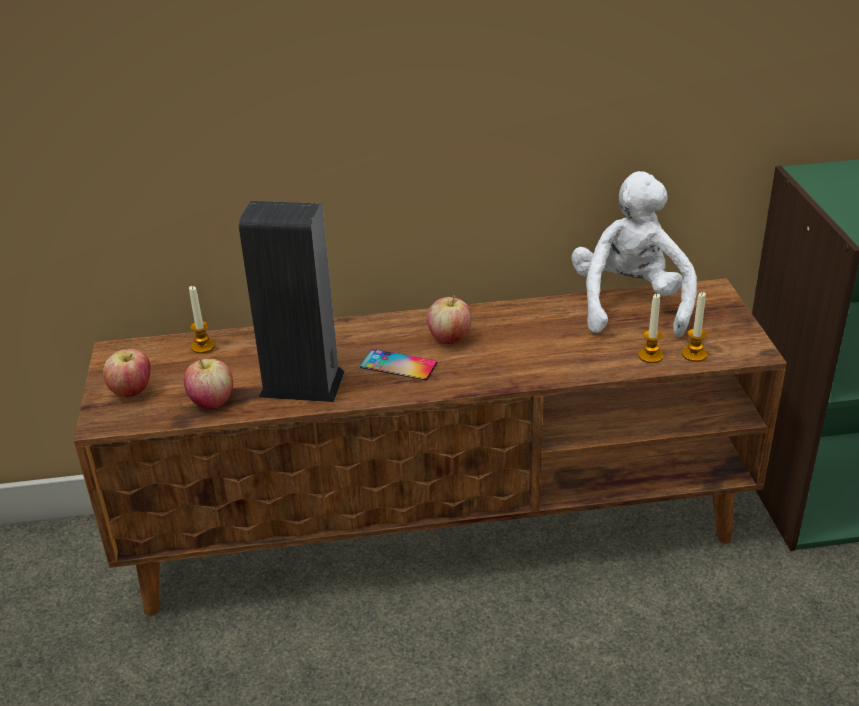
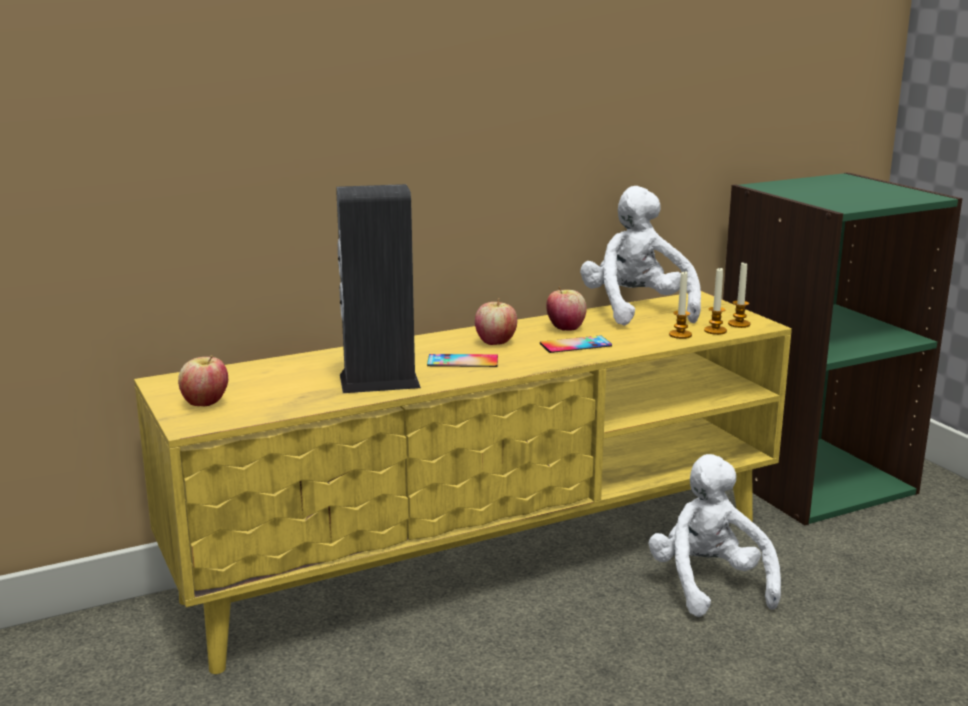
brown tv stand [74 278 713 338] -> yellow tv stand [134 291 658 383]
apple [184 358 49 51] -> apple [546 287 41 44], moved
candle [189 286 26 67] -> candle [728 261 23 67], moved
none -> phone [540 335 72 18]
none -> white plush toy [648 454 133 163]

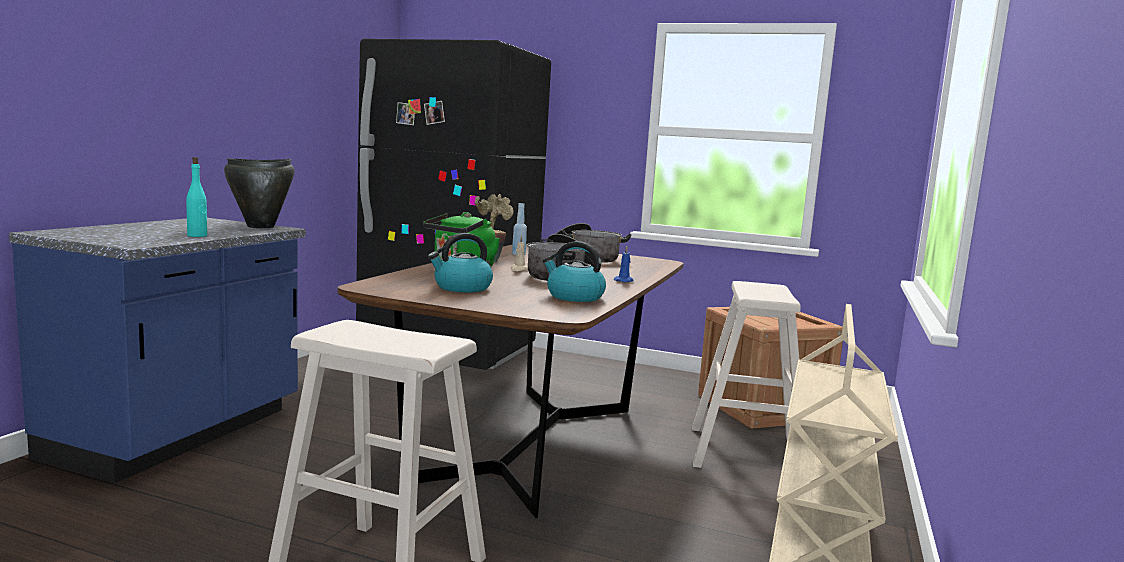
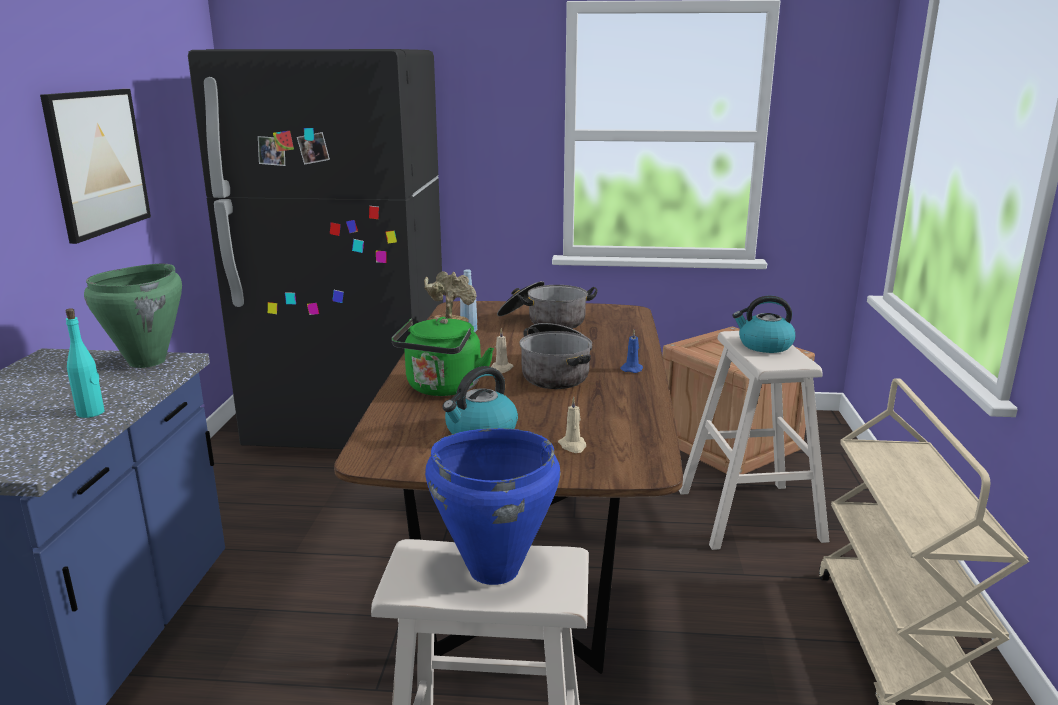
black cooking pot [224 158 70 70] -> green cooking pot [84 264 98 104]
kettle [543 241 63 61] -> kettle [732 296 64 57], moved
none -> picture [40 89 111 155]
none -> blue cooking pot [425 428 135 157]
none -> beige candle [558 397 28 56]

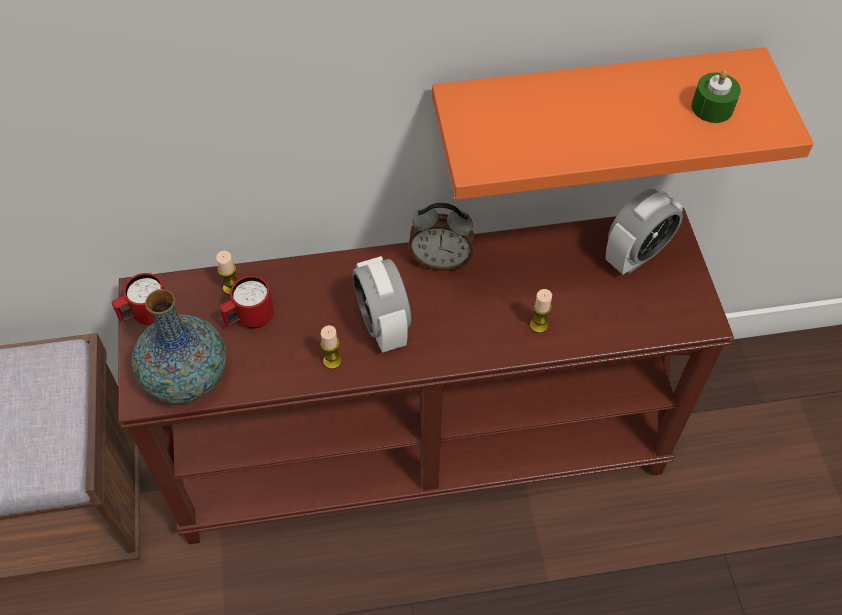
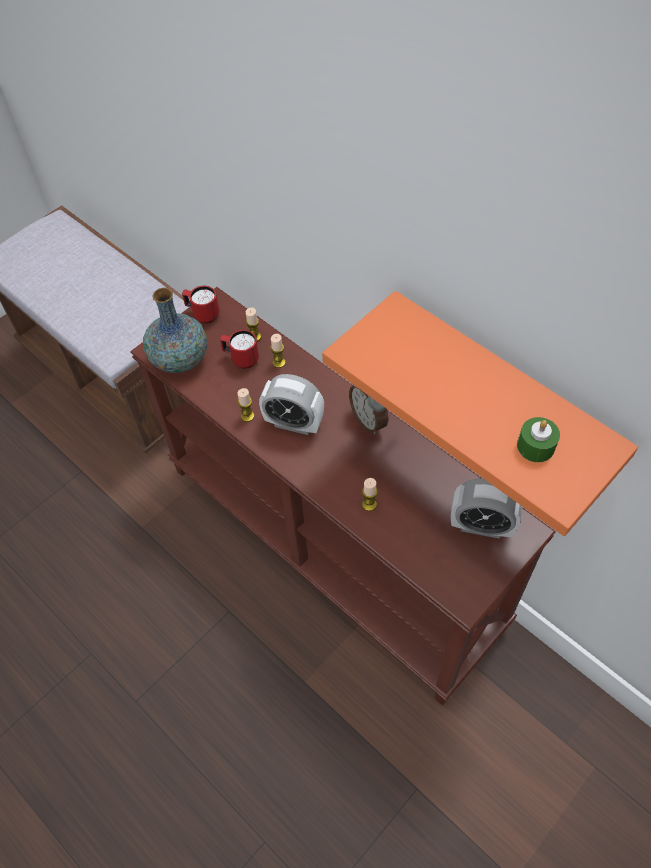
alarm clock [352 256 59 97] -> alarm clock [259 374 65 61], 105 degrees counterclockwise
none -> candle [270 334 16 34]

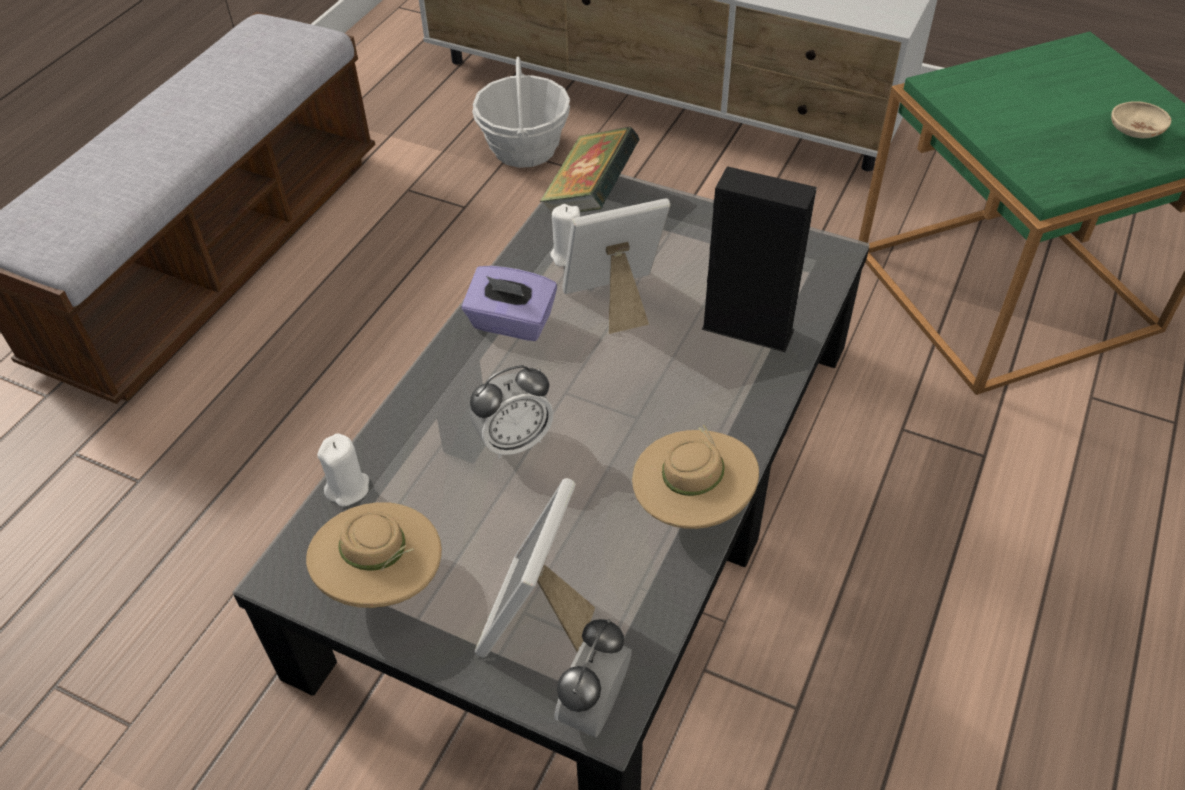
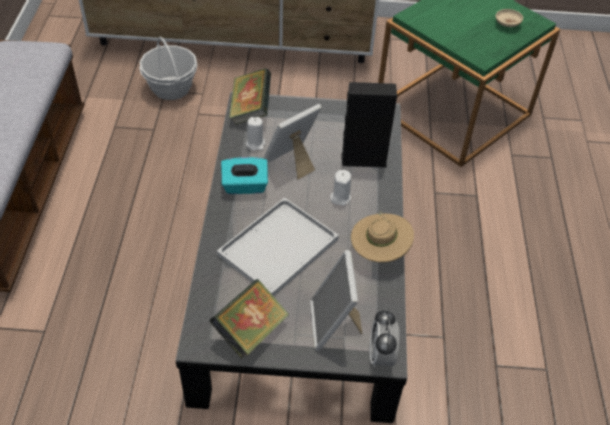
beige hat [306 502 136 106] -> book [209 279 80 80]
white candle [317 433 52 74] -> white candle [330 170 21 36], moved
purple tissue box [462 266 95 75] -> turquoise tissue box [221 157 47 37]
alarm clock [470 365 83 94] -> white tray [217 197 122 99]

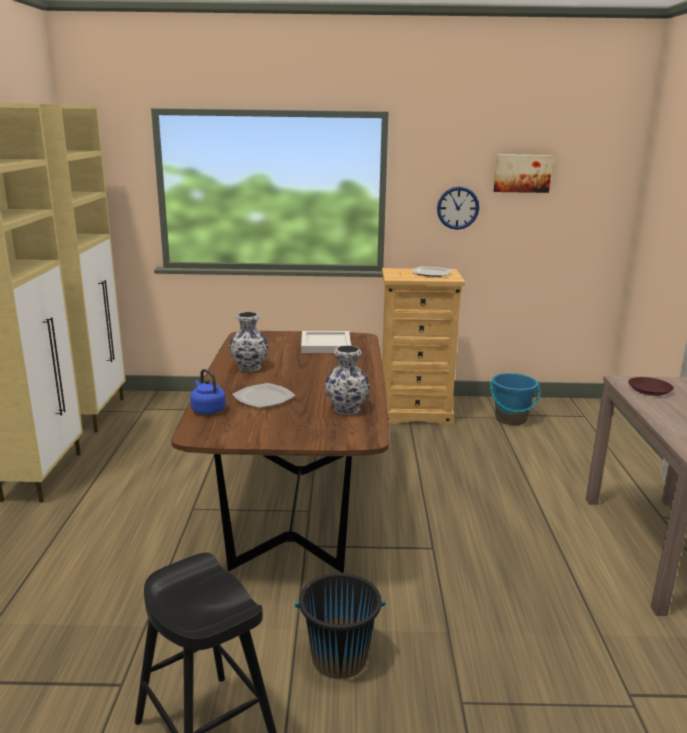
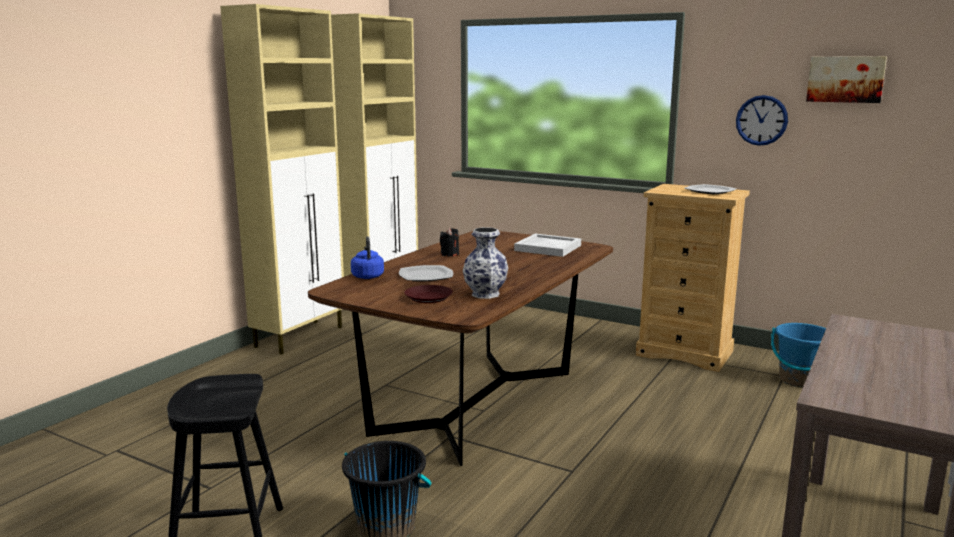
vase [229 312 40 60] -> black candle [440 228 19 28]
brown plate [628 377 46 19] -> brown plate [404 285 49 18], moved

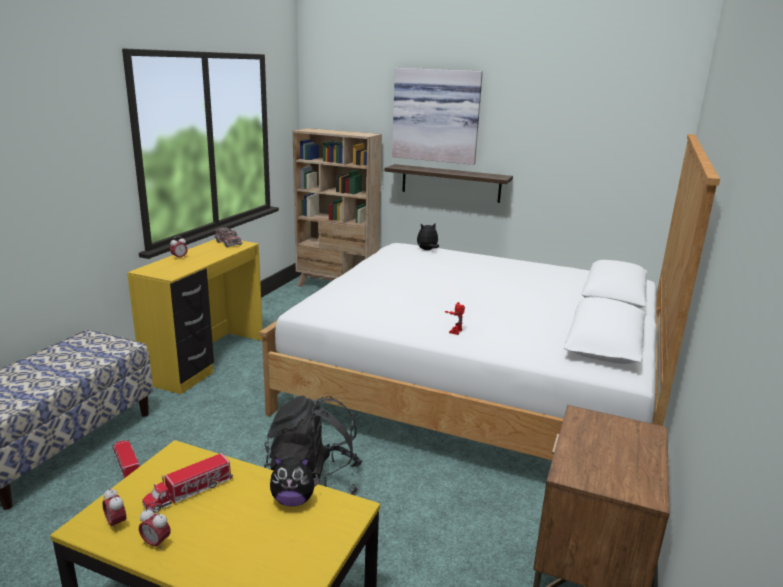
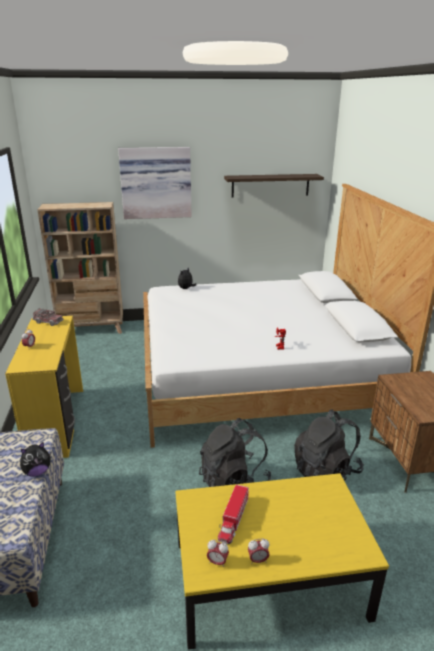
toy truck [112 439 28 39] -> none
plush toy [270 456 50 51] -> plush toy [20 442 31 34], moved
shelf [385 164 128 39] -> shelf [224 174 100 23], moved
none -> black backpack [294 409 70 72]

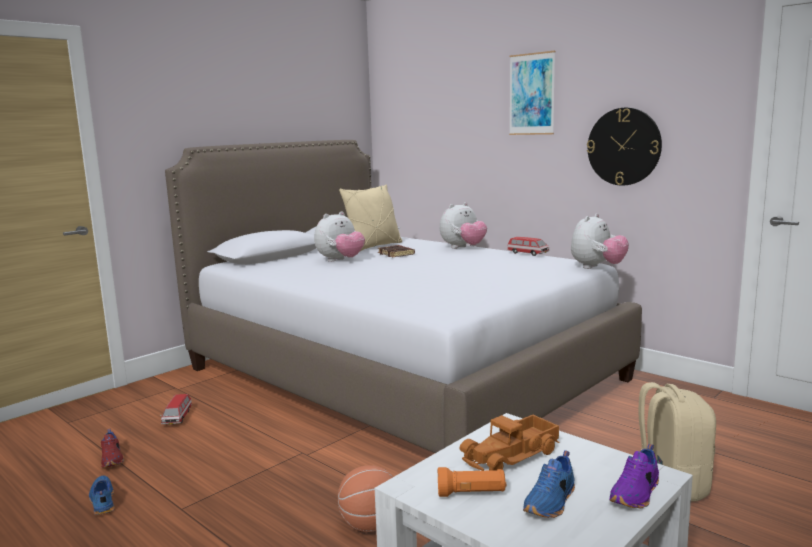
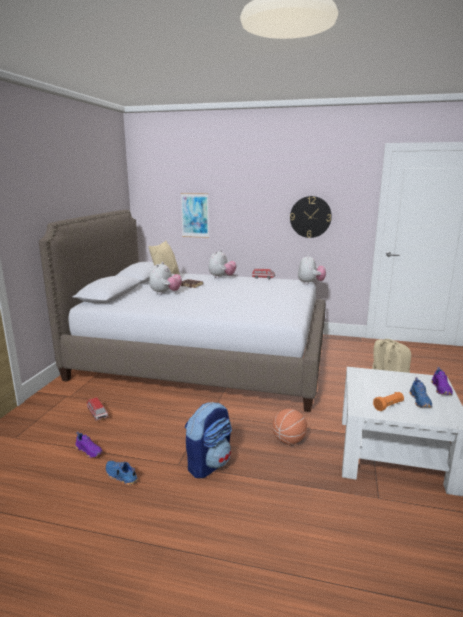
red shoe [101 429 23 39] -> purple shoe [75 432 28 26]
toy truck [460 415 100 56] -> none
picture [509 51 46 84] -> picture [181 193 28 45], moved
none -> backpack [185 402 47 76]

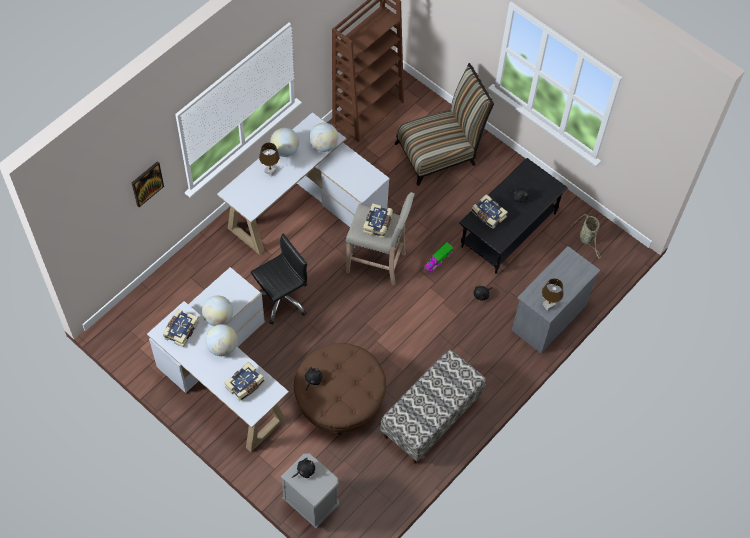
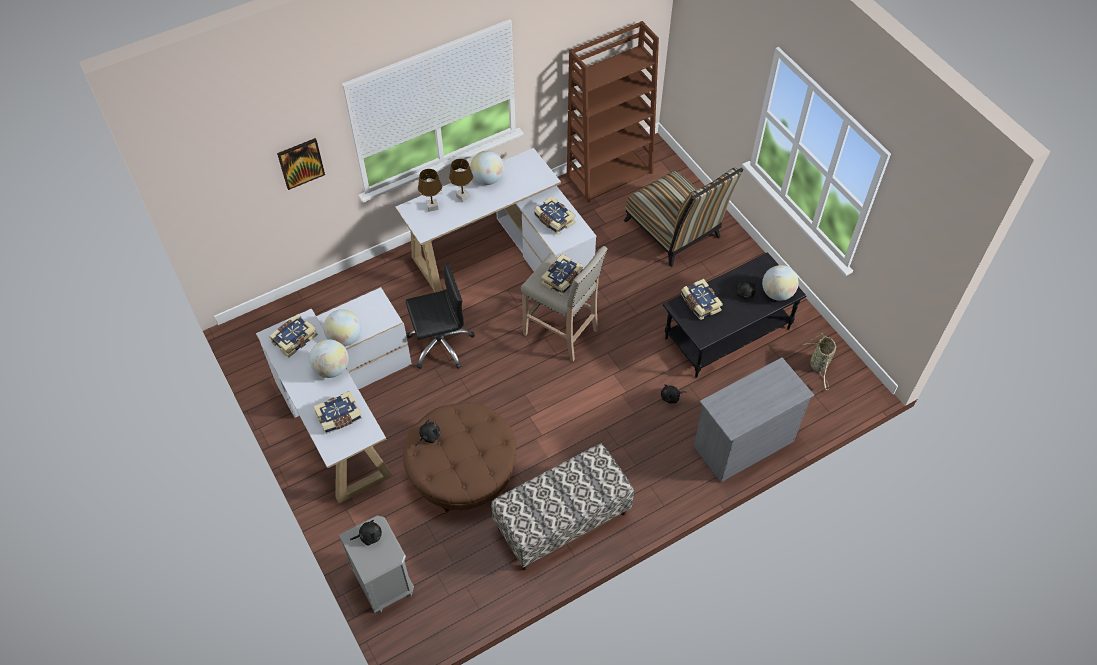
globe [309 123 29 29] -> globe [762 265 37 36], moved
chair [394 63 100 123] -> chair [624 168 119 99], 60 degrees clockwise
toy truck [424 242 29 31] -> none
brown table lamp [542 278 22 33] -> brown table lamp [418 169 24 43], moved
none -> book [534 196 41 39]

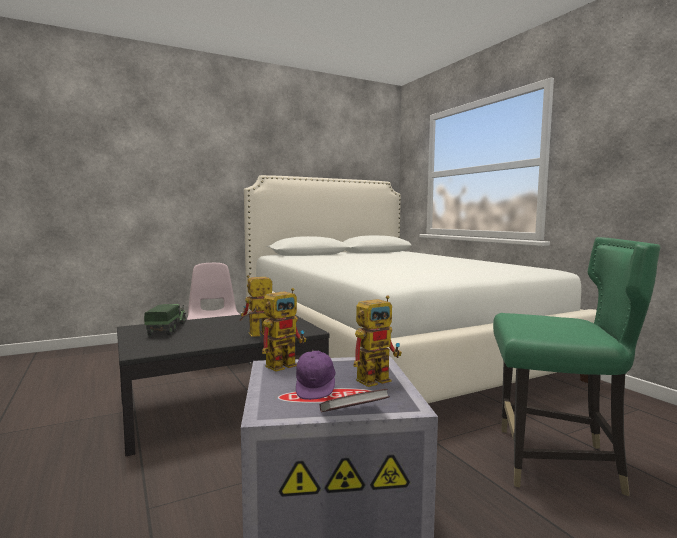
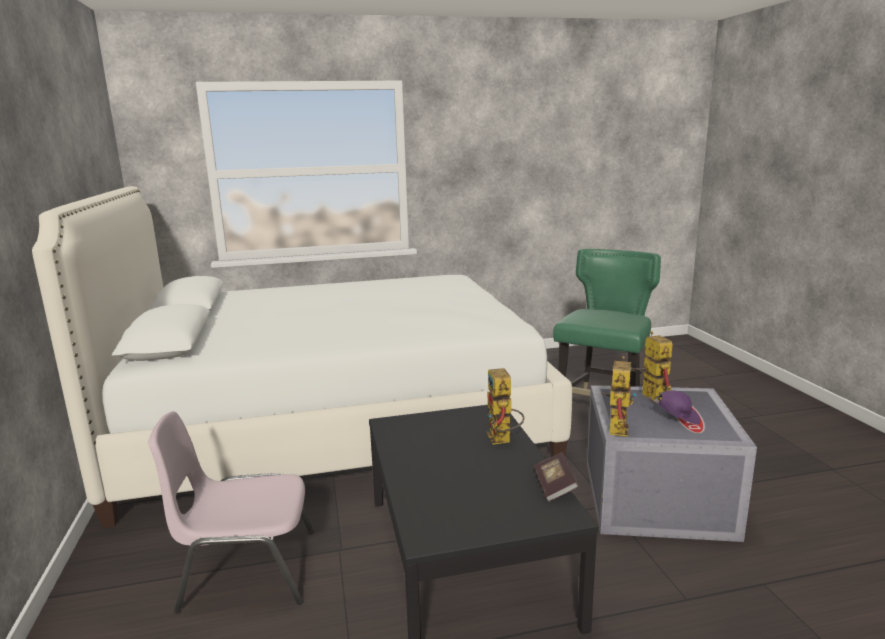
toy truck [144 304 42 32] -> none
toy robot [262 288 44 83] -> toy robot [601 356 35 81], 45 degrees clockwise
book [319 389 71 23] -> book [534 452 45 50], moved

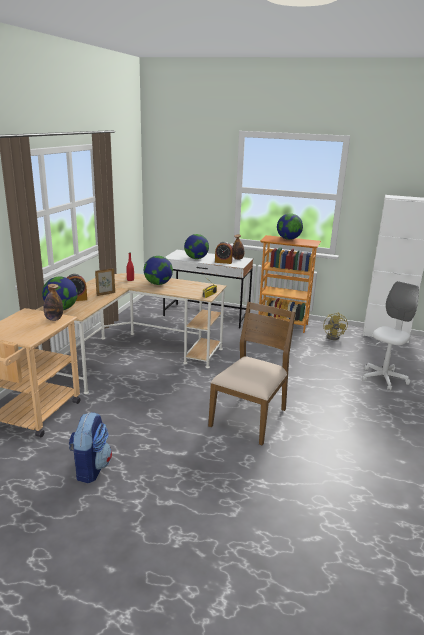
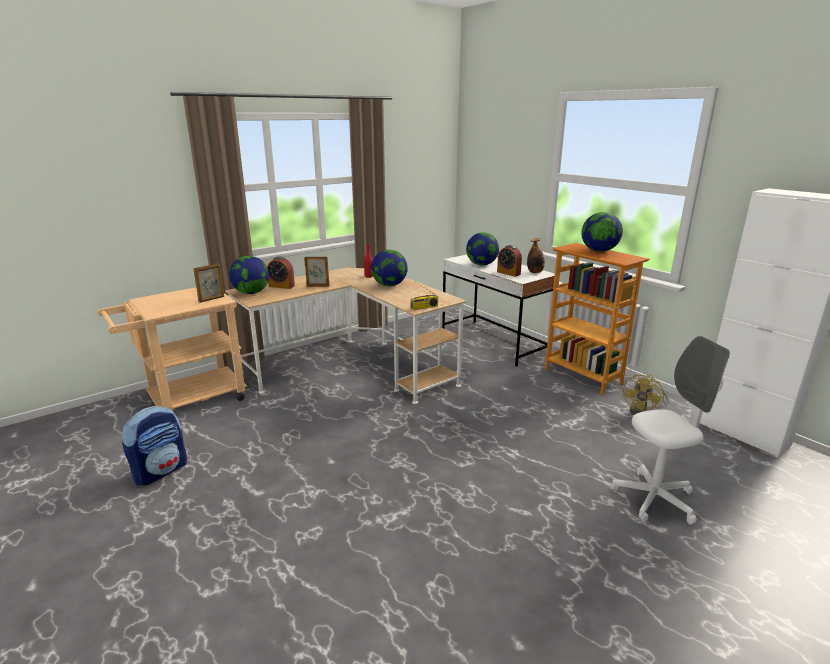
bottle [43 284 20 37] -> picture frame [193 264 31 39]
brown chair [208 302 88 143] -> none

